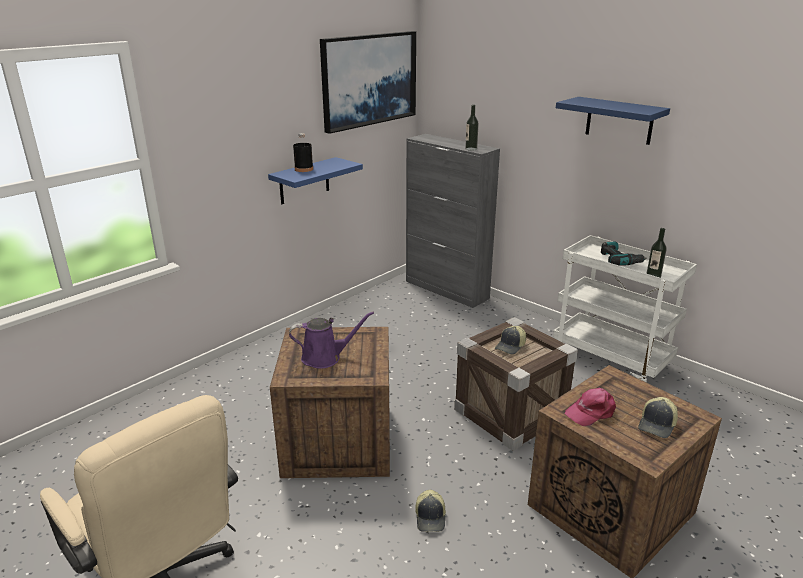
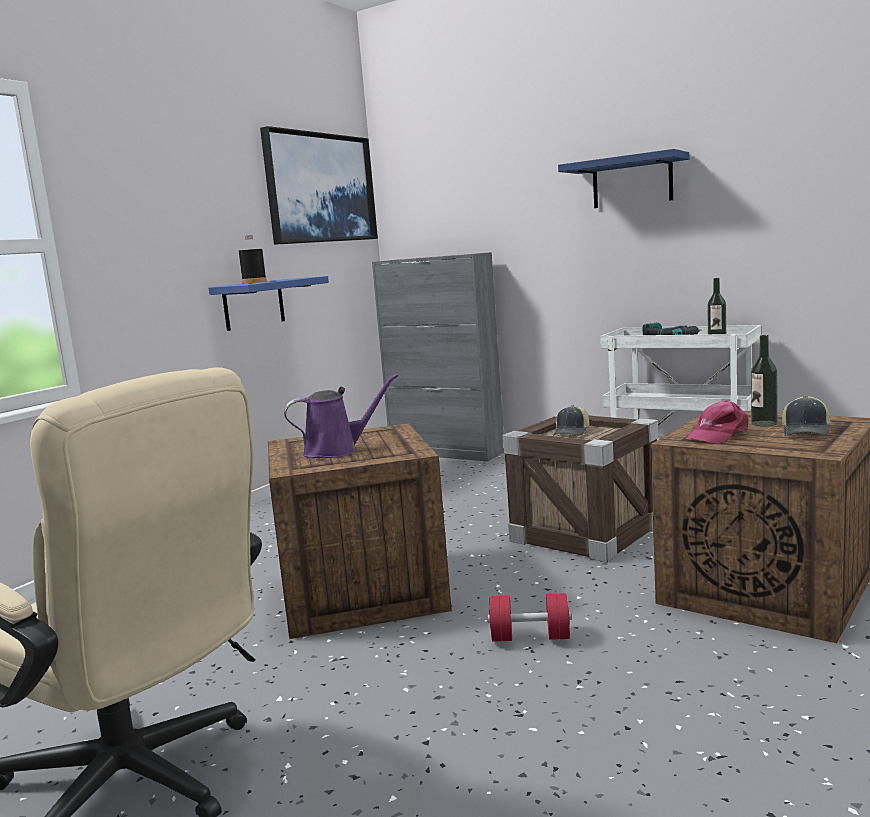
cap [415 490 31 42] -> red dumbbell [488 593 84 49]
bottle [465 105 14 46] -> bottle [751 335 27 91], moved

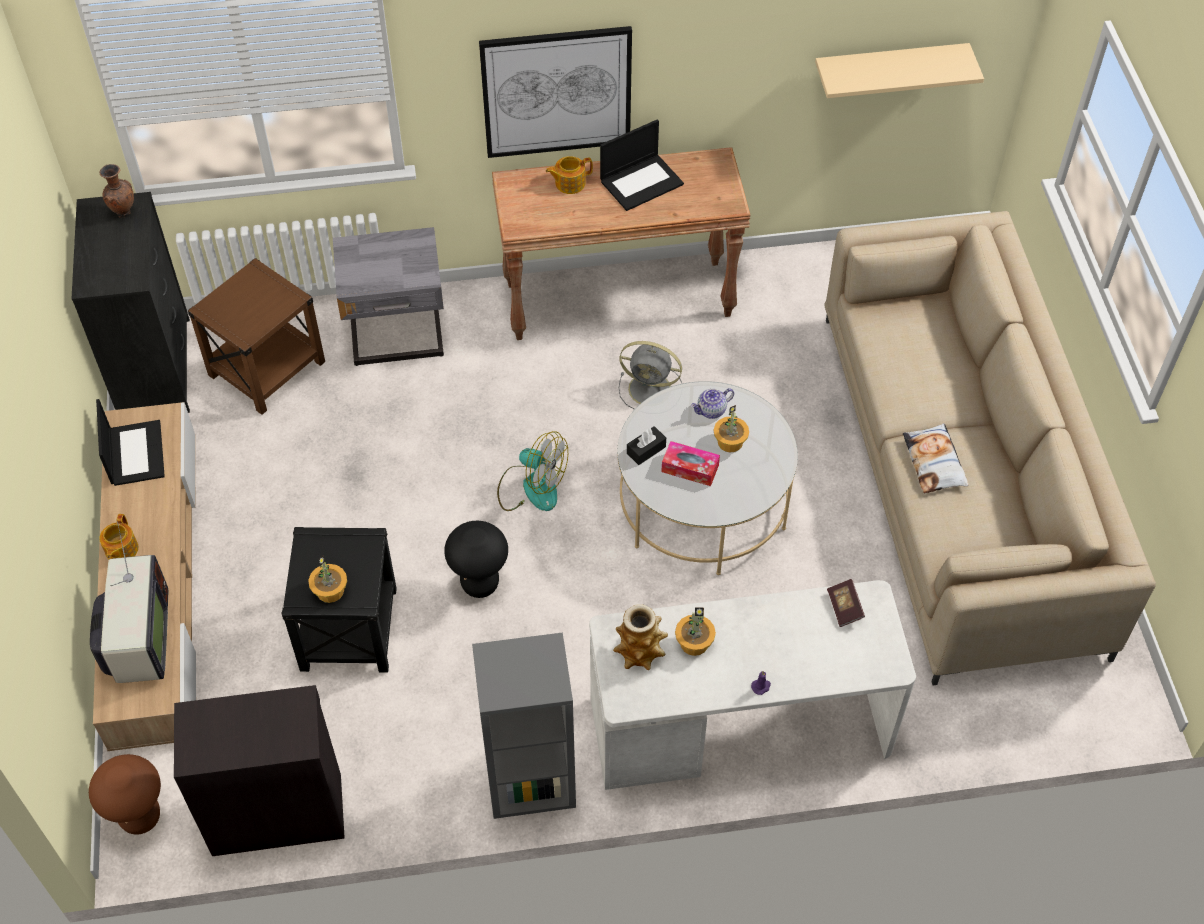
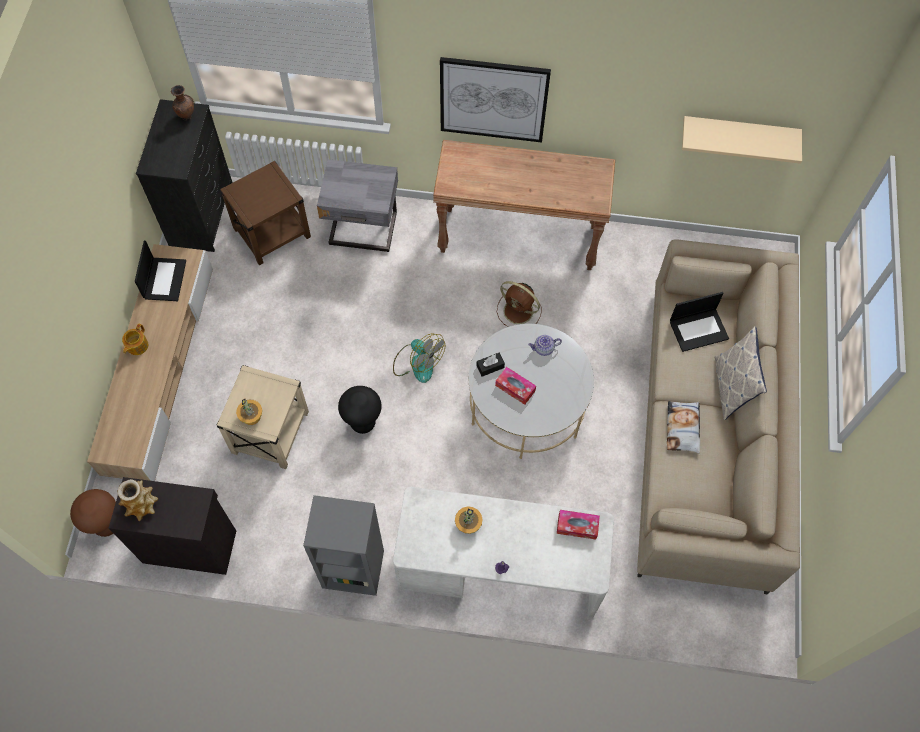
television [90 521 78 162] -> none
black side table [281 527 116 146] -> beige side table [216 365 93 104]
teapot [546 156 47 38] -> none
laptop [600 119 84 92] -> laptop [670 292 59 60], moved
vase [613 604 55 66] -> vase [117 479 41 42], moved
grey fan [619 341 63 69] -> brown fan [497 281 45 46]
potted plant [714 405 35 47] -> none
book [827 579 38 48] -> tissue box [557 510 43 30]
none -> pillow [715 326 52 94]

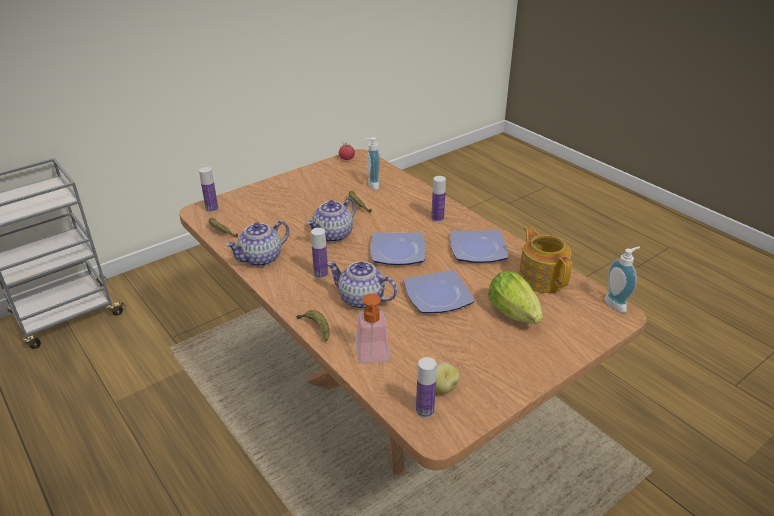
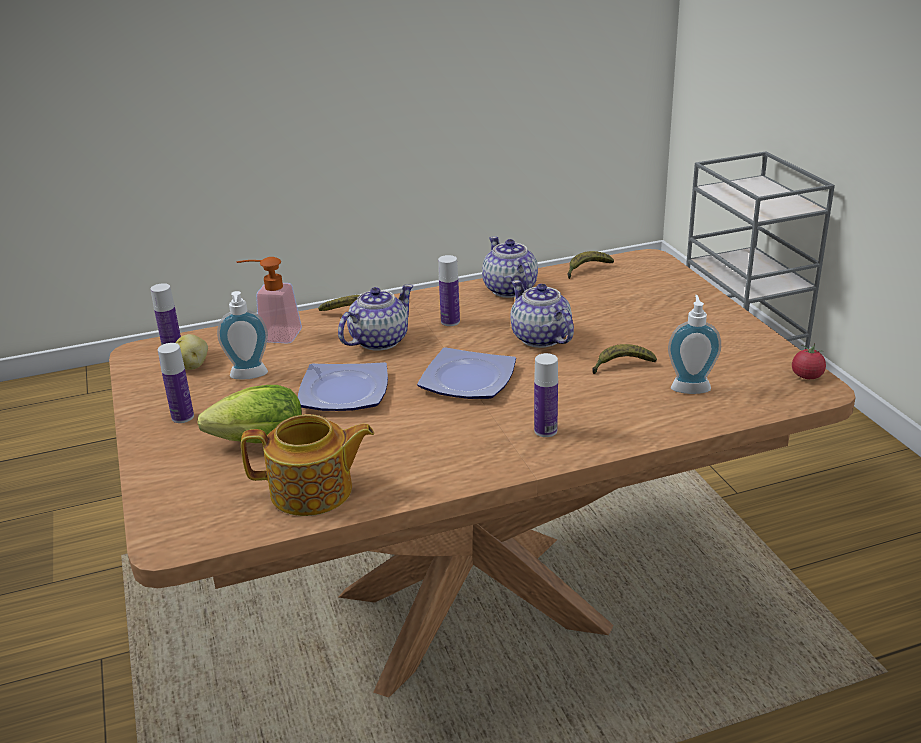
bottle [199 167 19 45] -> bottle [158 343 36 80], moved
plate [450 230 58 33] -> none
soap dispenser [604 247 36 66] -> soap dispenser [217 291 51 88], moved

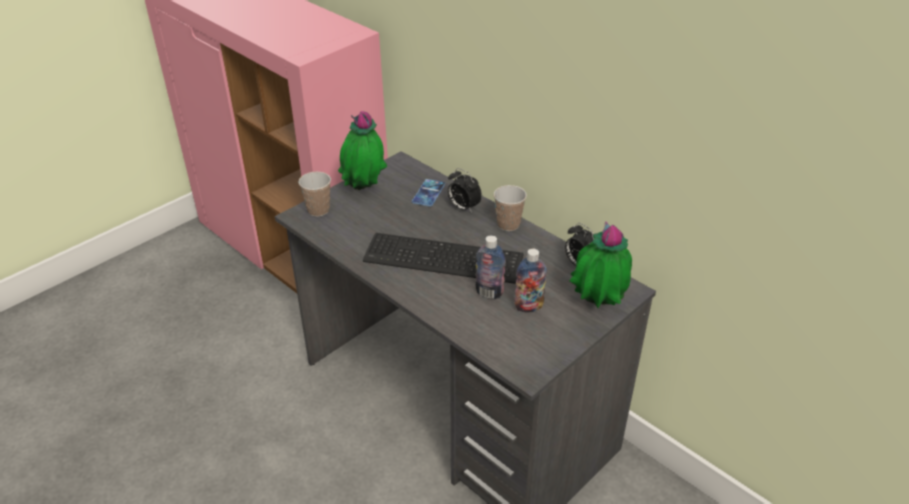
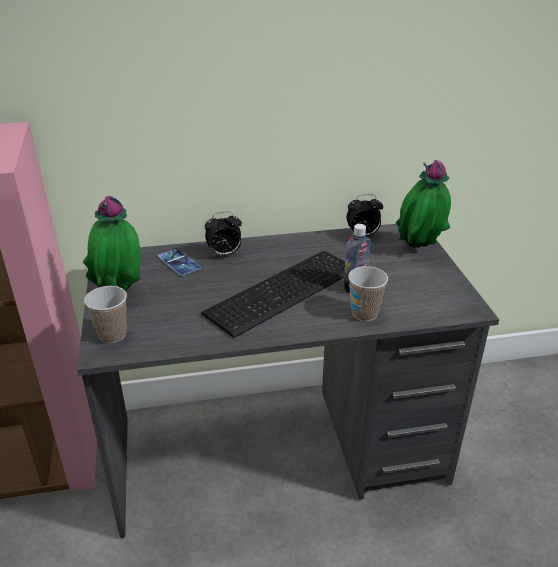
cup [494 185 33 46] -> cup [348 266 40 55], moved
bottle [514 249 33 63] -> none

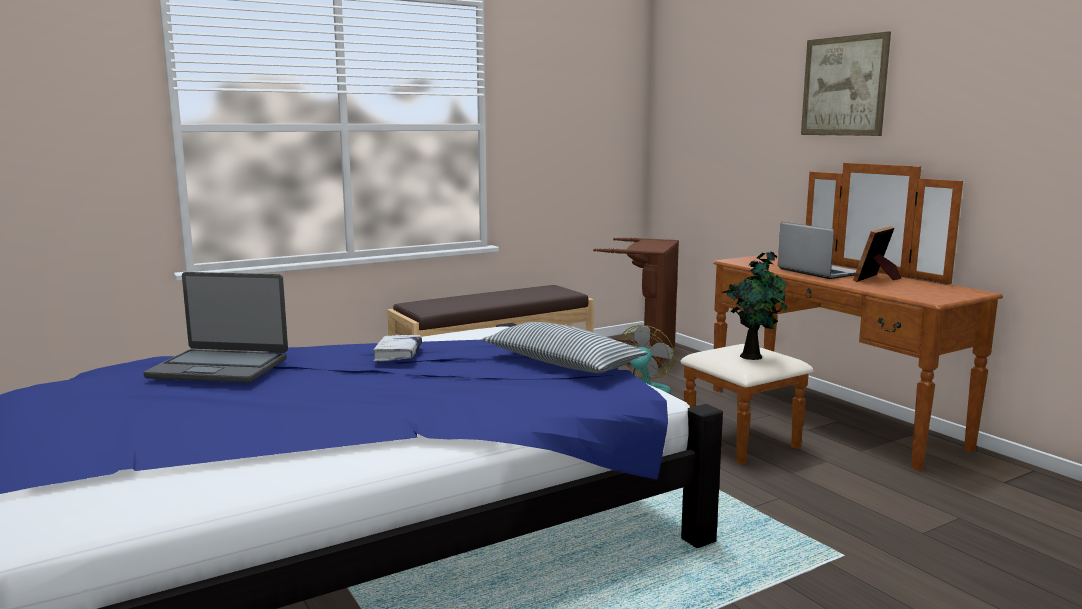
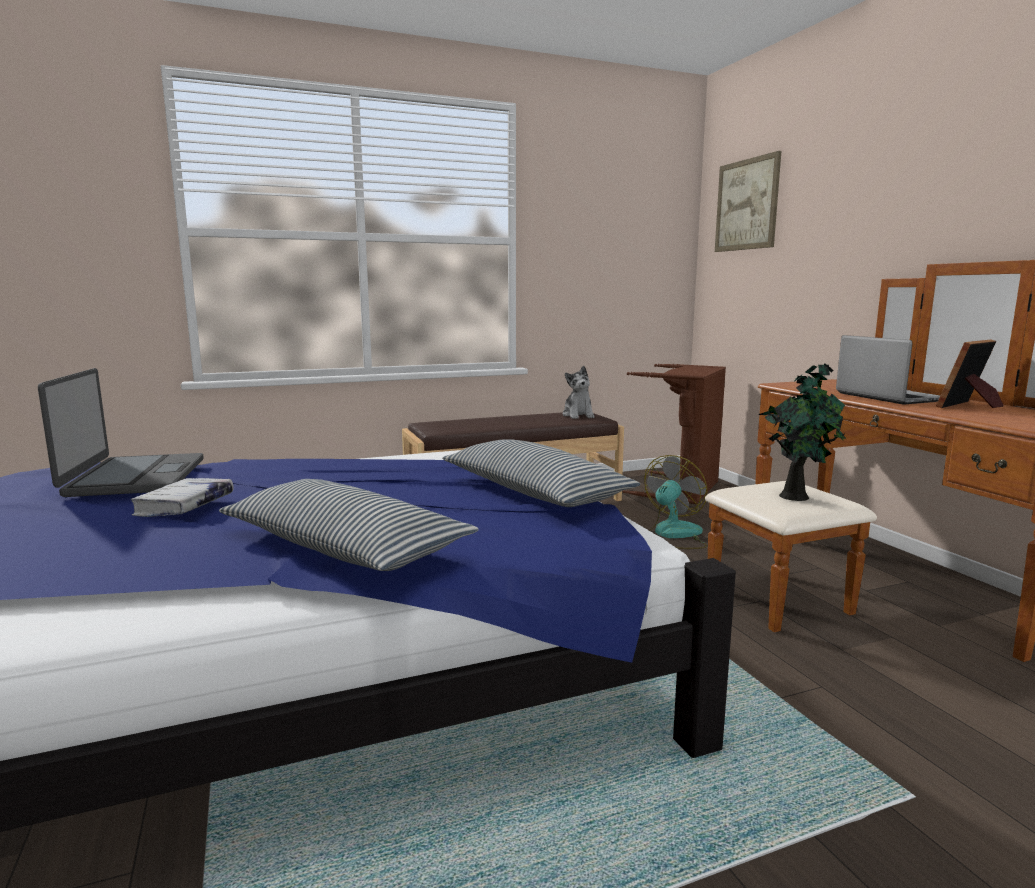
laptop [143 272 145 111] -> laptop [38 368 166 129], 120 degrees counterclockwise
white book [373 335 49 27] -> white book [131 478 103 39], moved
picture [801 31 90 105] -> picture [715 151 66 101], moved
none -> pillow [219 479 260 92]
none -> plush toy [562 366 32 53]

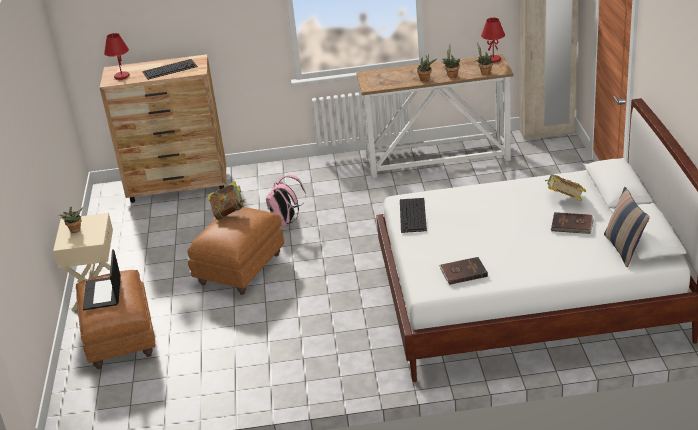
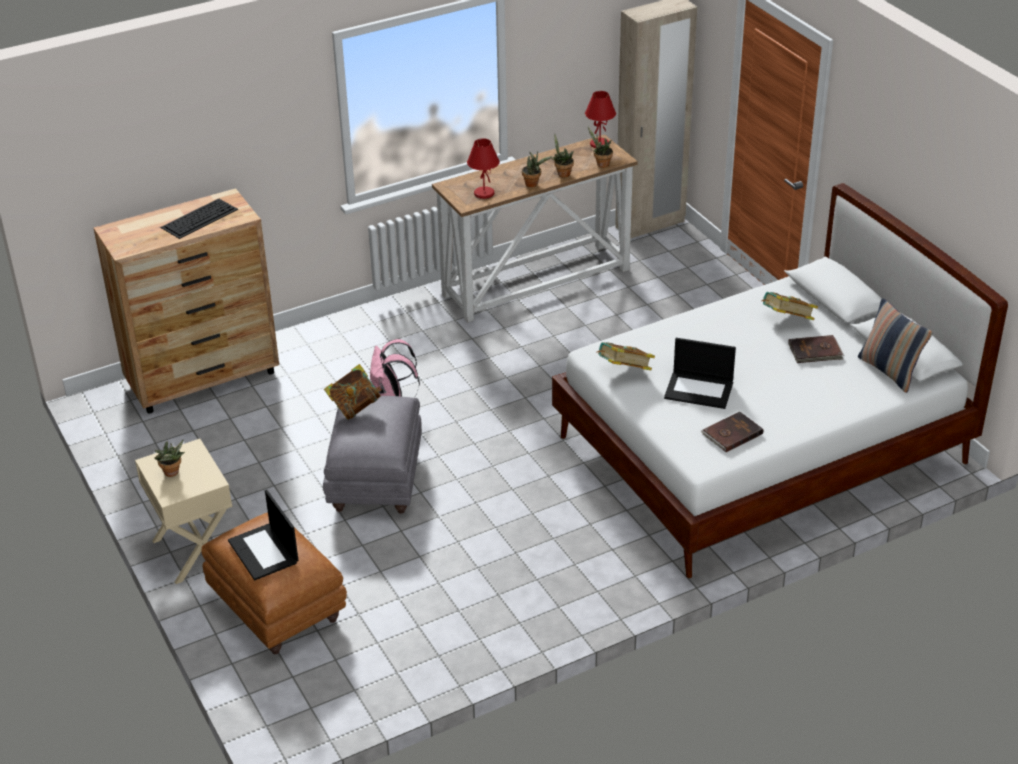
red table lamp [104 33 26 47] -> red table lamp [467 138 33 61], moved
brown ottoman [187 207 97 88] -> grey ottoman [323 396 99 118]
keyboard [400 198 27 35] -> book [596 342 59 28]
none -> laptop [664 338 72 71]

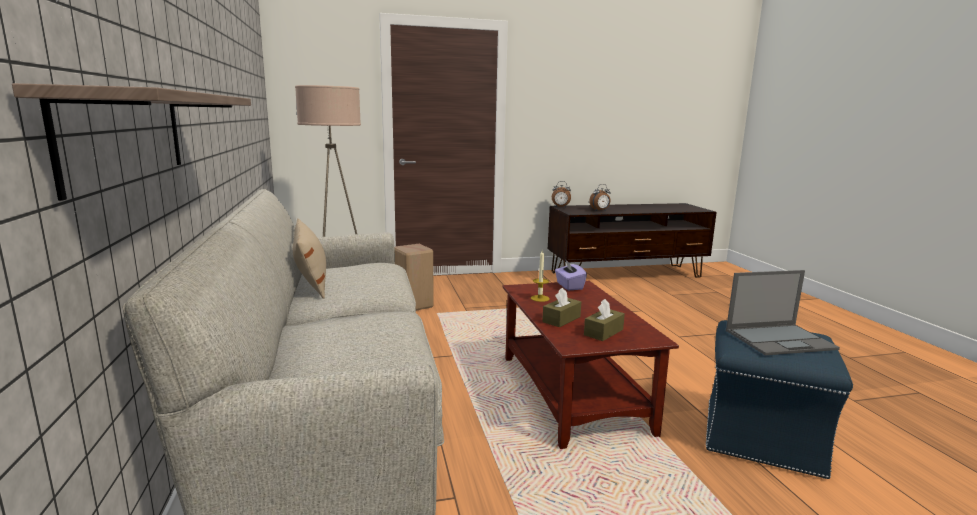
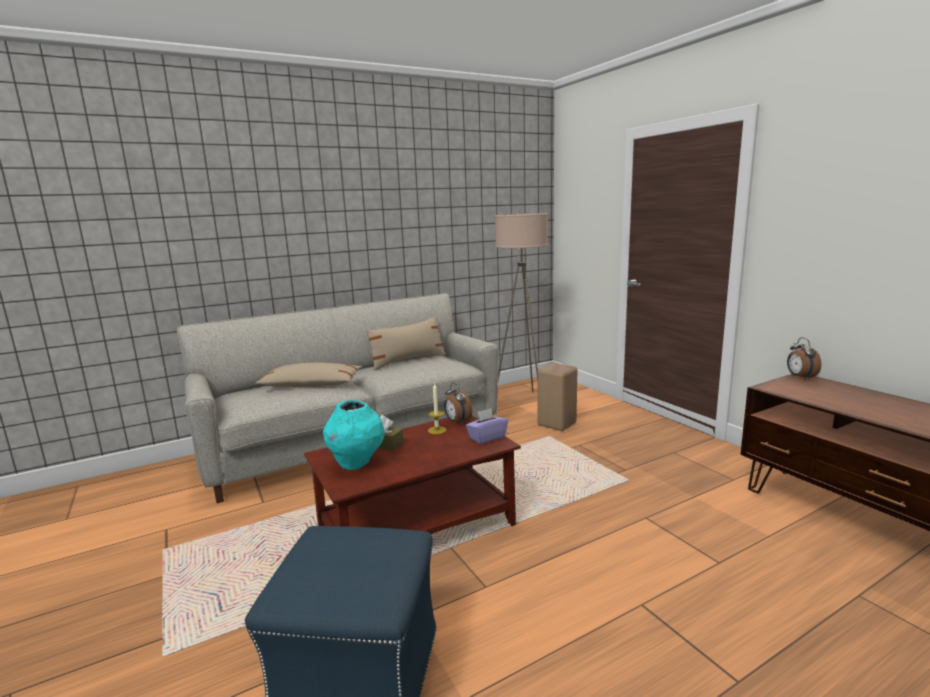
shelf [12 83 239 118] -> none
brown tissue box [584 299 41 42] -> turquoise vase [323 400 61 70]
alarm clock [589 184 22 26] -> alarm clock [444 383 28 42], moved
laptop [726 270 114 85] -> none
none -> beige pillow [255 363 107 24]

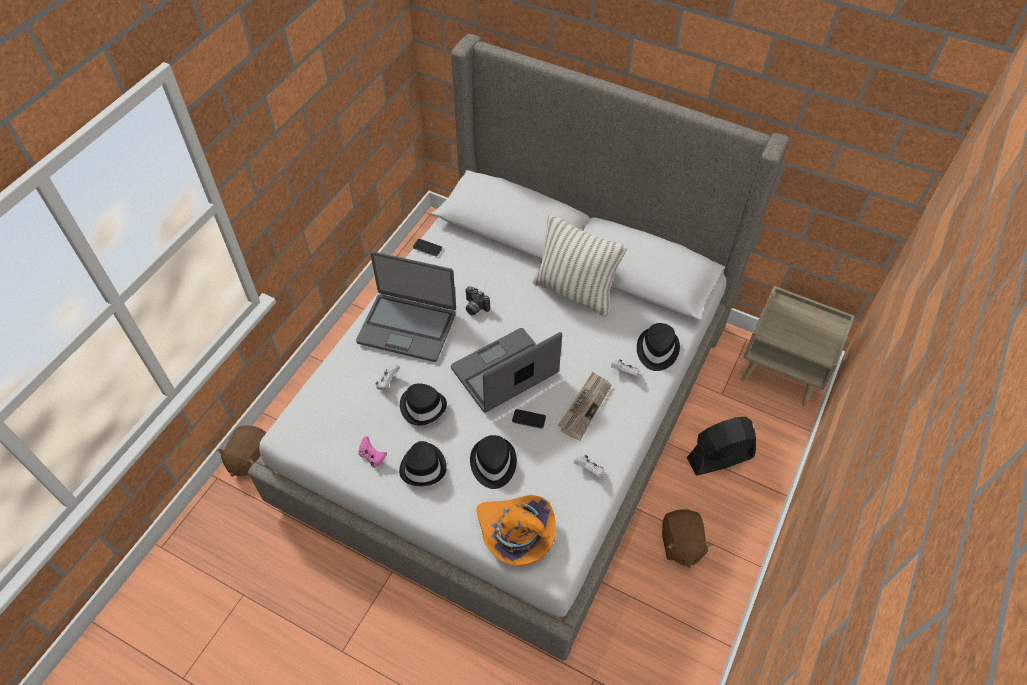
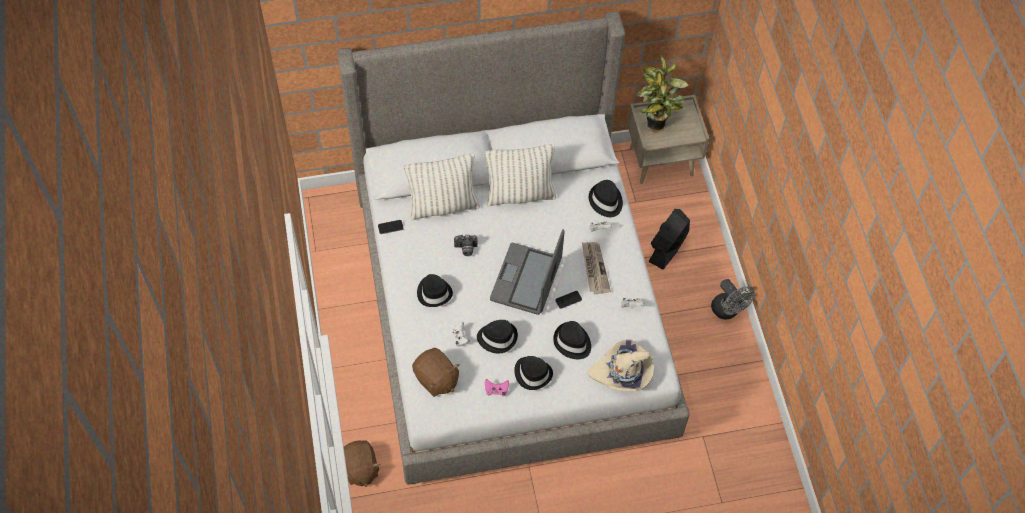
laptop [356 251 100 111] -> black hat [417 274 36 33]
orange hat [476 495 80 72] -> beige hat [588 339 67 52]
brown plush toy [662 509 50 59] -> brown plush toy [412 348 48 49], moved
none -> pillow [404 153 76 68]
none -> potted plant [637 55 52 78]
none -> grey fan [711 279 44 40]

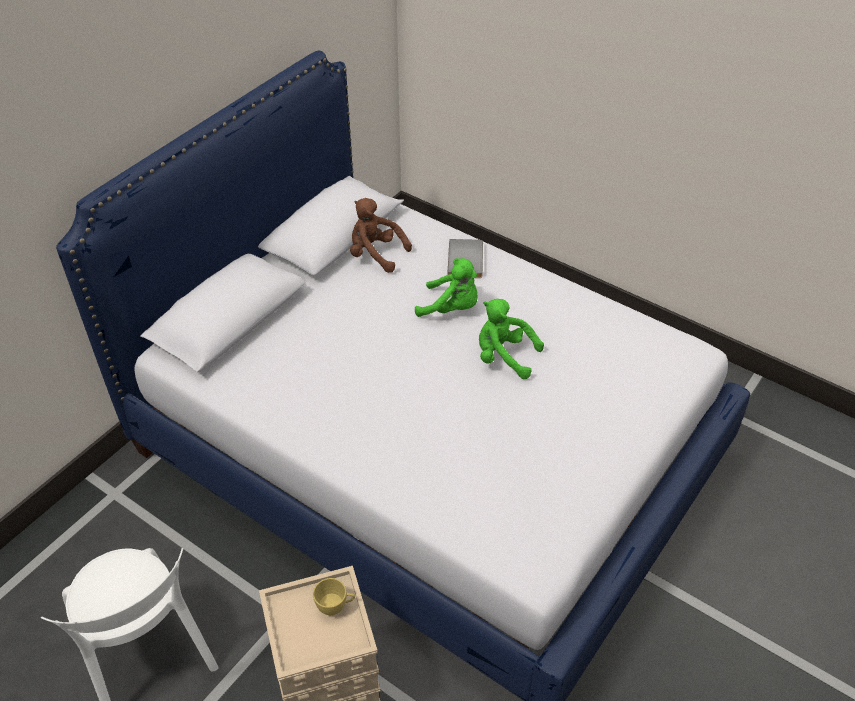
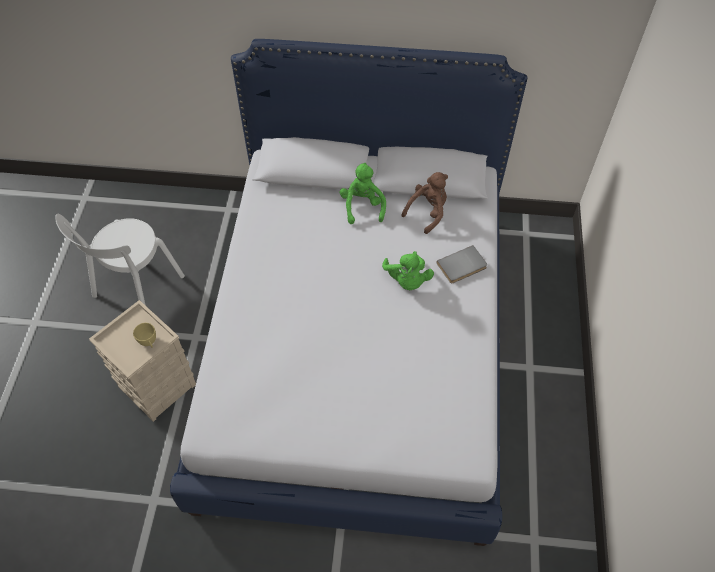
brown plush toy [350 198 62 75] -> brown plush toy [402 172 46 62], 45 degrees clockwise
green plush toy [479 299 65 80] -> green plush toy [340 163 46 61], moved

